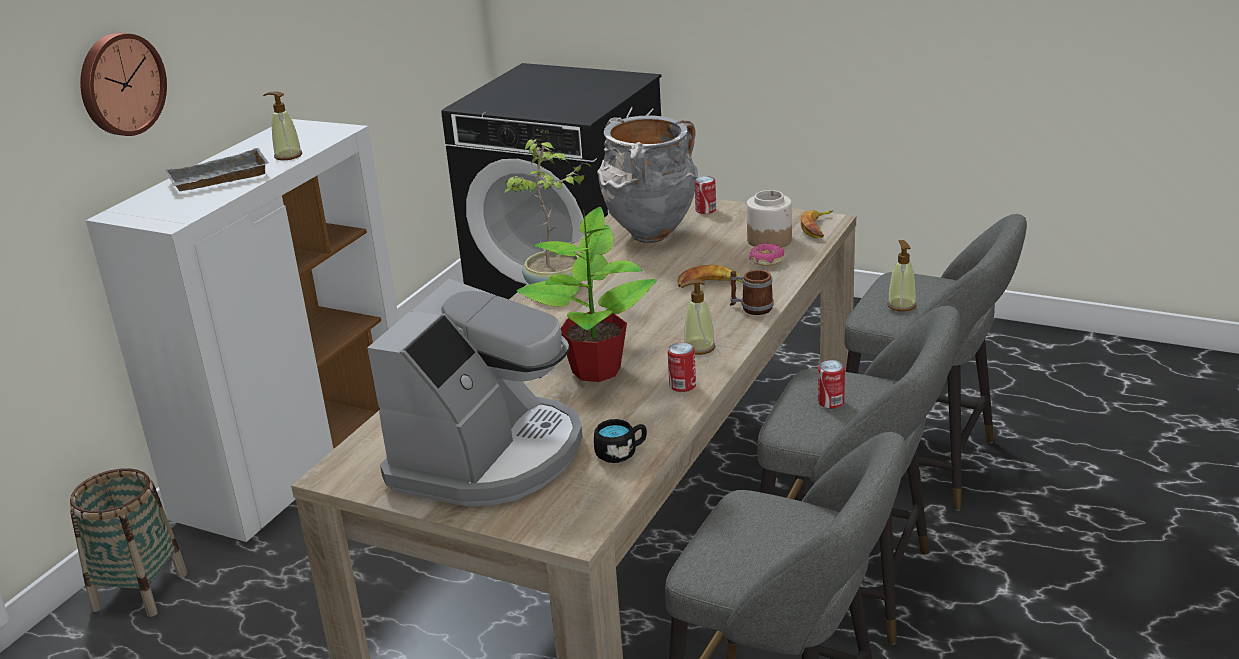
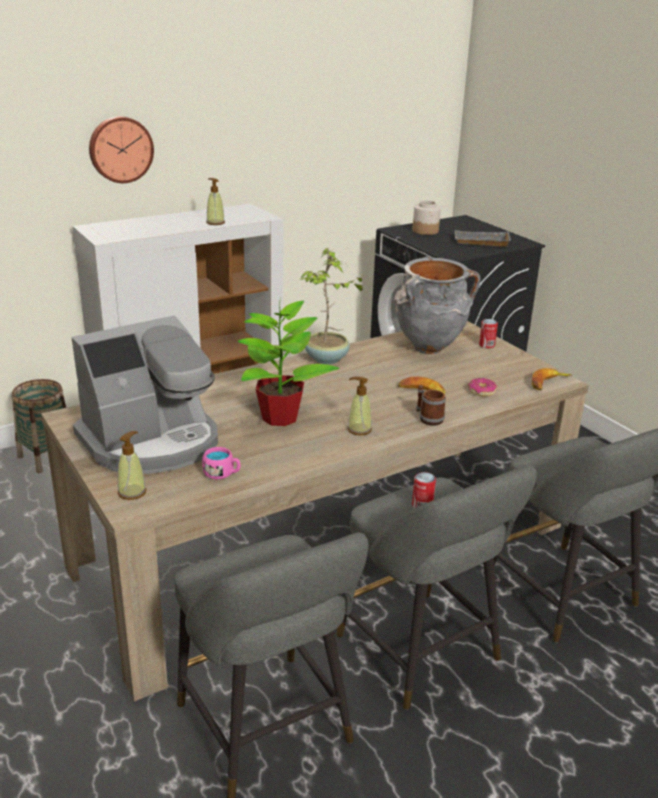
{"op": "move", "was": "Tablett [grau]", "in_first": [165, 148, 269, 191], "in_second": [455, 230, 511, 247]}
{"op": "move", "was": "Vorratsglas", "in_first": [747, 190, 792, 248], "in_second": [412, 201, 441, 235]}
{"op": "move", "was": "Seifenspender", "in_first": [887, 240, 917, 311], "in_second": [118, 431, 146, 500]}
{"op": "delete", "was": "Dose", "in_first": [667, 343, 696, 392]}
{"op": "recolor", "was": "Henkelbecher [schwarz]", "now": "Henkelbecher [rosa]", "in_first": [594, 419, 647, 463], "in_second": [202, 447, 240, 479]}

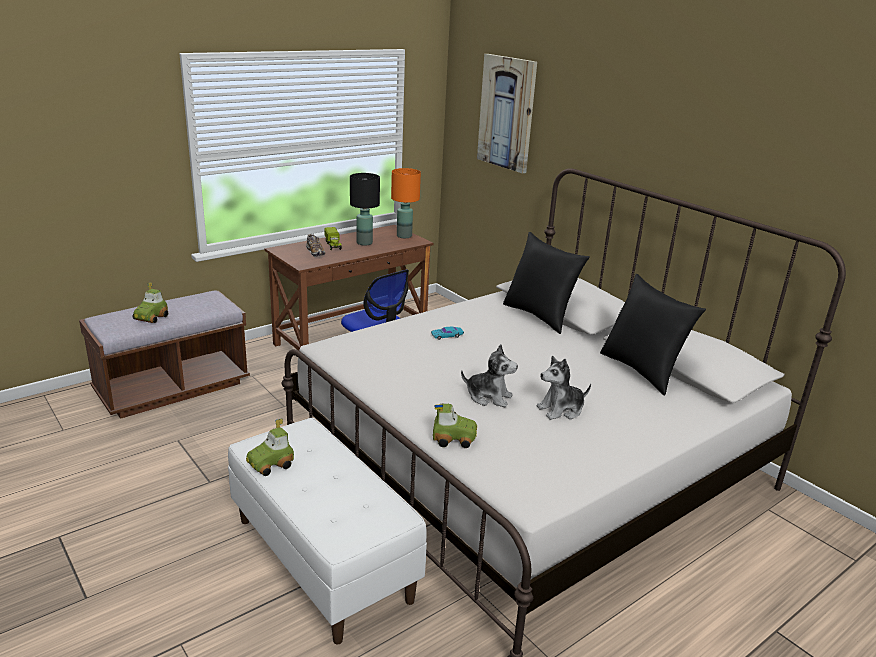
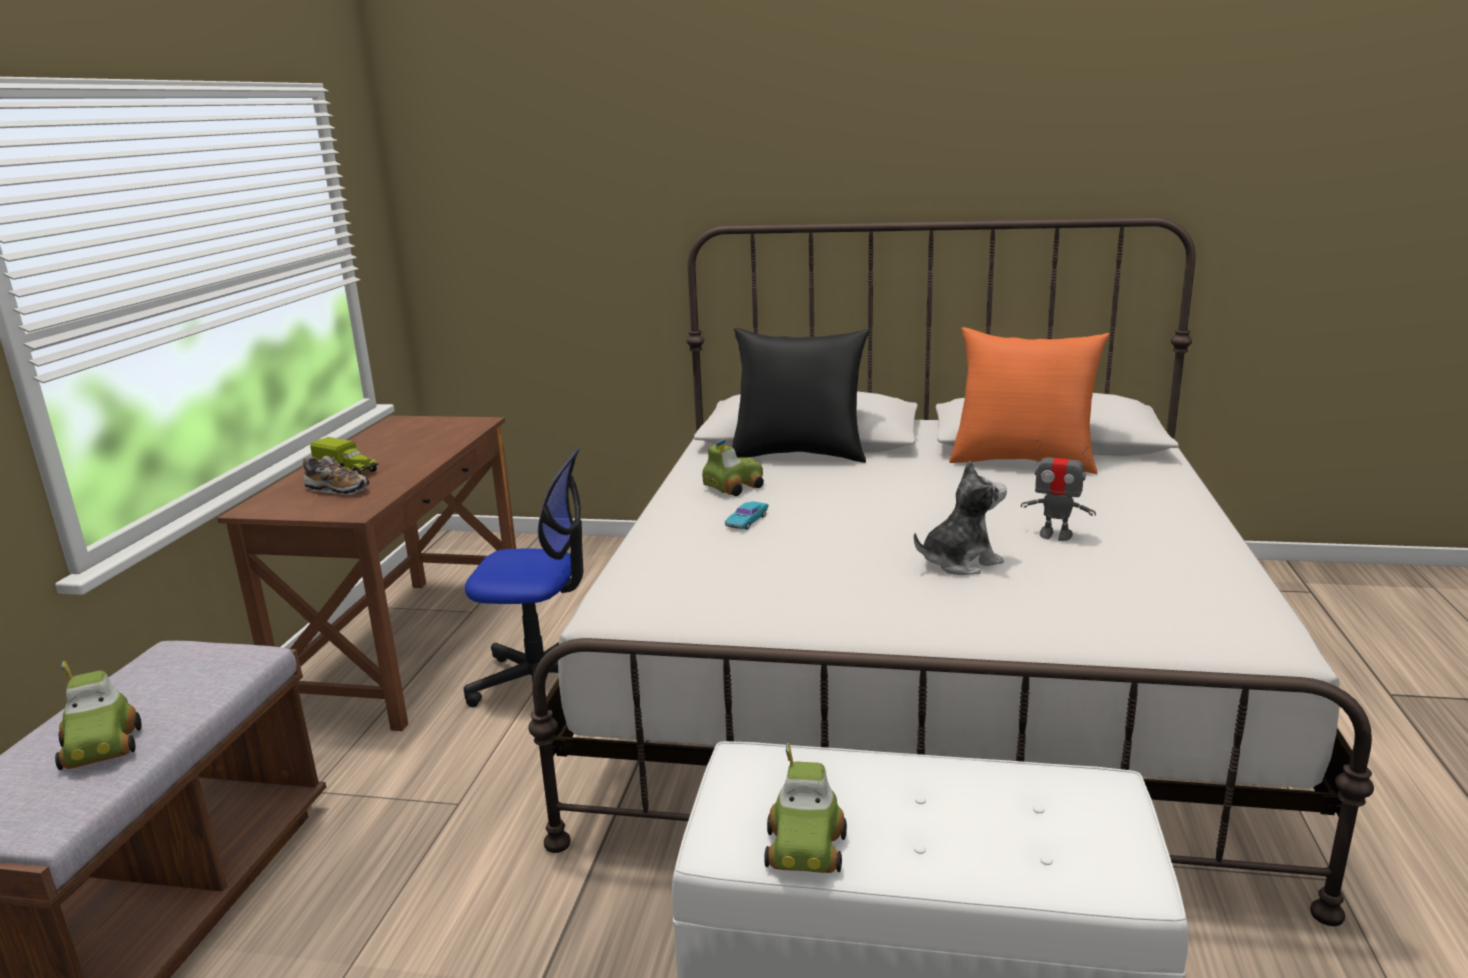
{"op": "delete", "was": "Bild", "in_first": [477, 54, 537, 174]}
{"op": "delete", "was": "Tischlampe [orange]", "in_first": [391, 168, 421, 238]}
{"op": "delete", "was": "Tischlampe [schwarz]", "in_first": [350, 173, 380, 245]}
{"op": "recolor", "was": "Kissen [schwarz]", "now": "Kissen [orange]", "in_first": [600, 274, 706, 395], "in_second": [949, 327, 1110, 474]}
{"op": "replace", "was": "Plüschtier", "now": "Spielzeugroboter", "in_first": [537, 356, 591, 420], "in_second": [1021, 439, 1096, 541]}
{"op": "move", "was": "Spielzeugauto", "in_first": [433, 404, 477, 448], "in_second": [702, 439, 764, 496]}

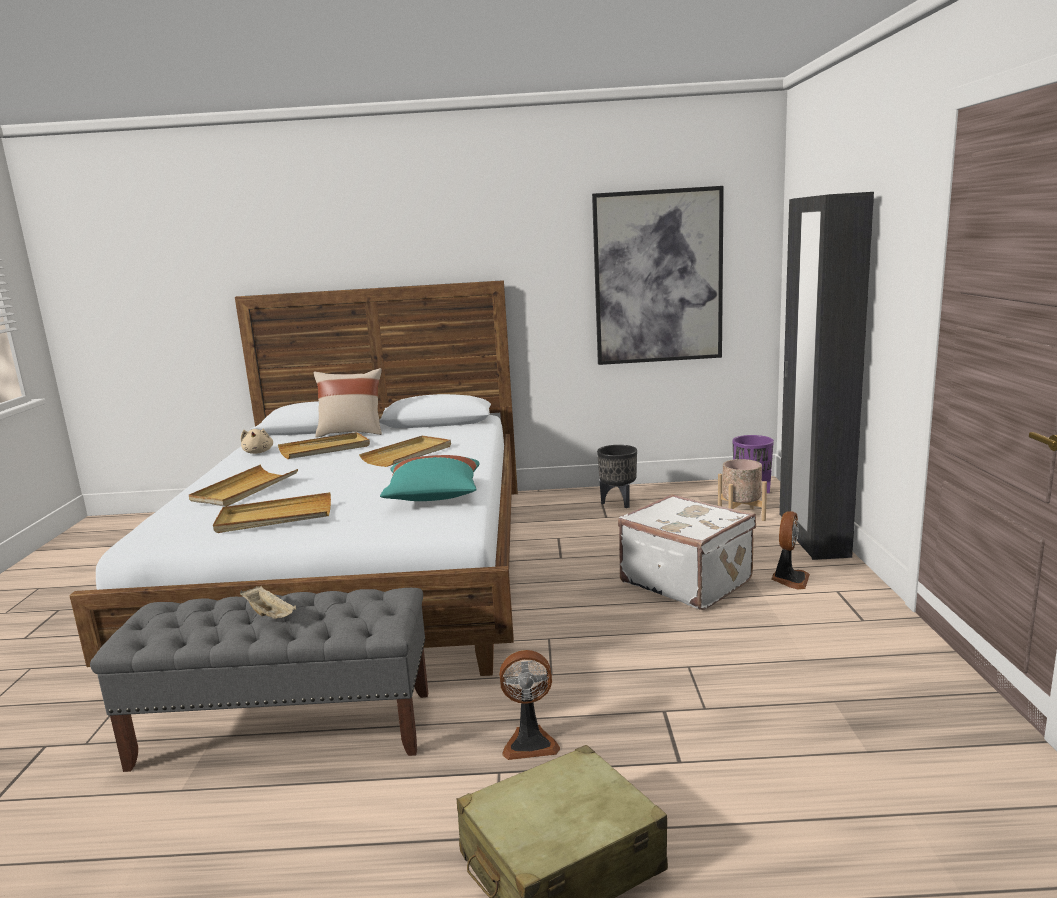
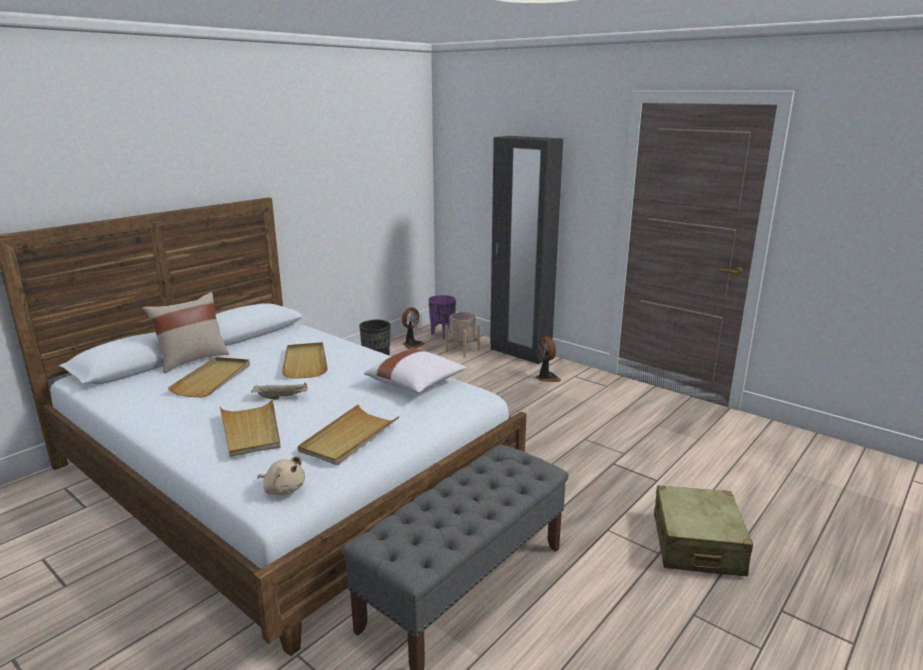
{"op": "delete", "was": "Bild", "in_first": [592, 186, 724, 365]}
{"op": "move", "was": "Plüschtier [beige]", "in_first": [241, 429, 273, 454], "in_second": [257, 456, 305, 495]}
{"op": "recolor", "was": "Kissen [türkis]", "now": "Kissen [weiß]", "in_first": [380, 455, 480, 501], "in_second": [364, 349, 467, 393]}
{"op": "delete", "was": "Koffer [weiß]", "in_first": [618, 494, 756, 610]}
{"op": "move", "was": "Tablett [beige]", "in_first": [240, 586, 296, 619], "in_second": [251, 382, 308, 399]}
{"op": "move", "was": "Ventilator", "in_first": [499, 650, 560, 760], "in_second": [402, 307, 425, 349]}

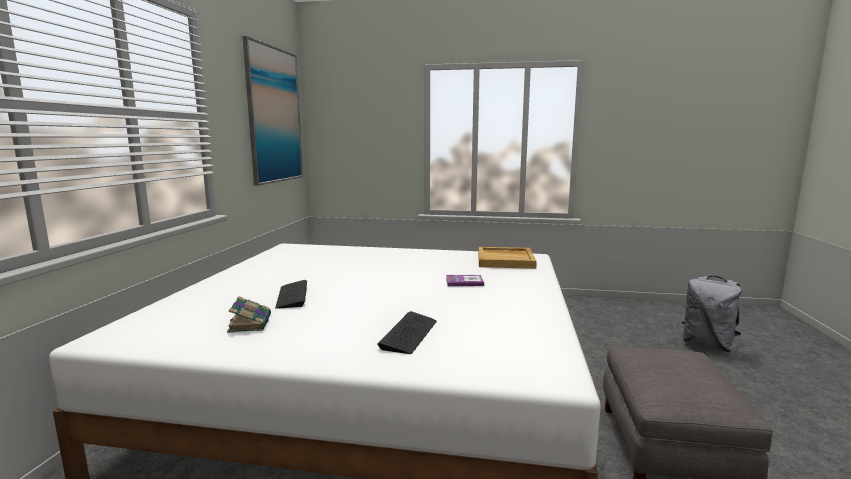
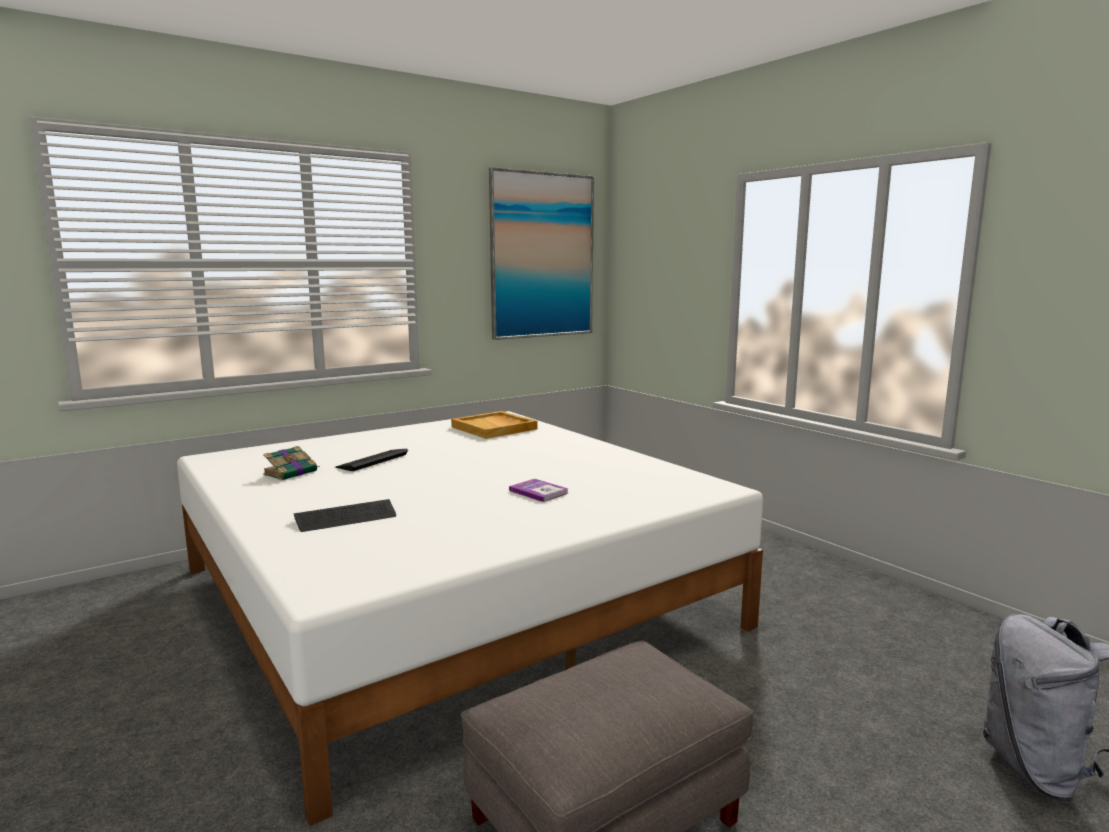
{"op": "move", "was": "Tablett [beige]", "in_first": [478, 247, 537, 269], "in_second": [451, 411, 538, 439]}

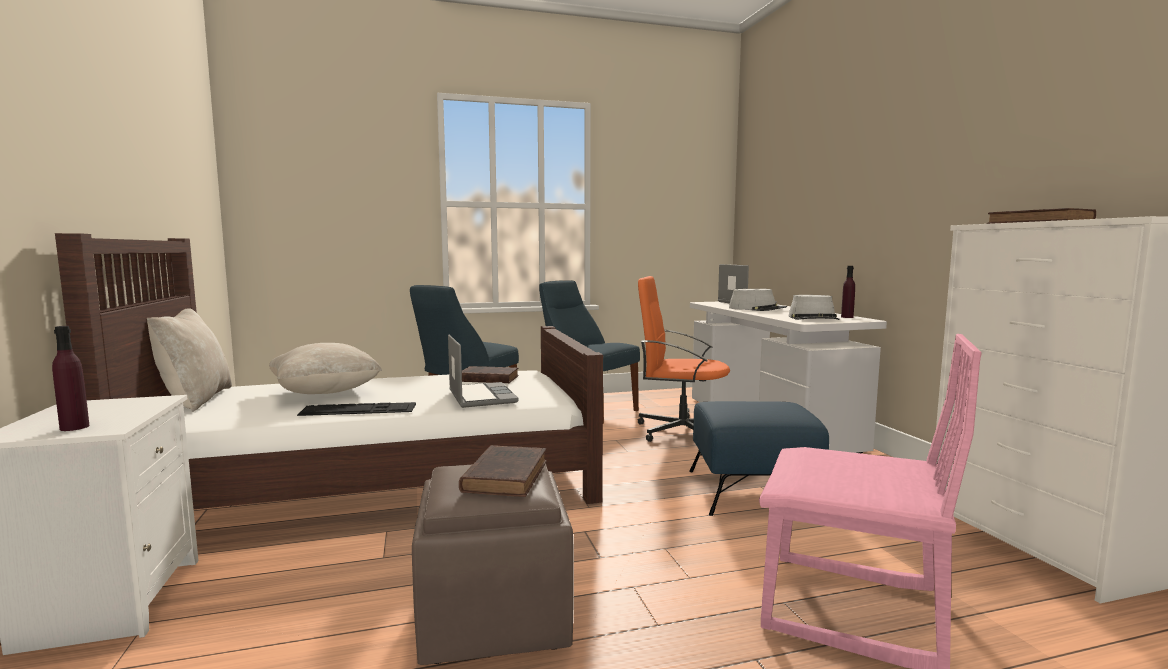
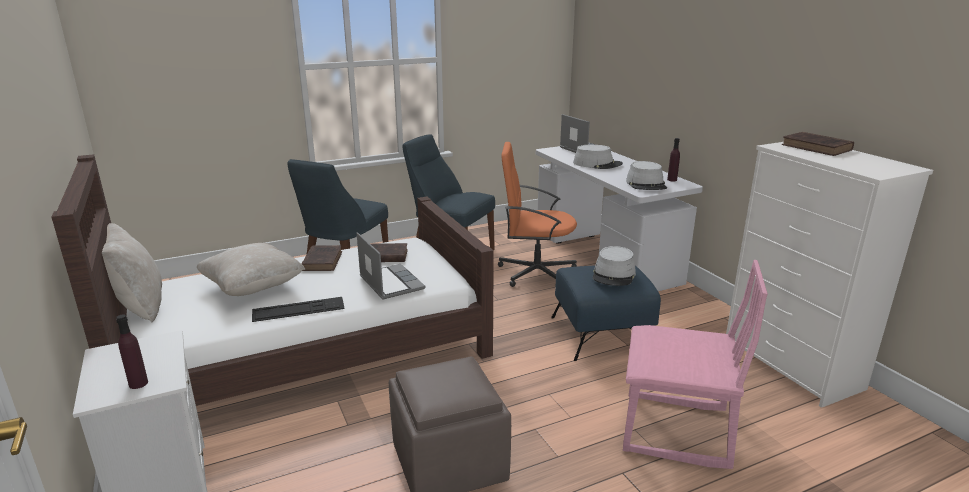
{"op": "move", "was": "Buch [braun]", "in_first": [459, 445, 547, 497], "in_second": [302, 245, 342, 271]}
{"op": "insert", "now": "Hut [grau]", "in_second": [593, 246, 636, 286]}

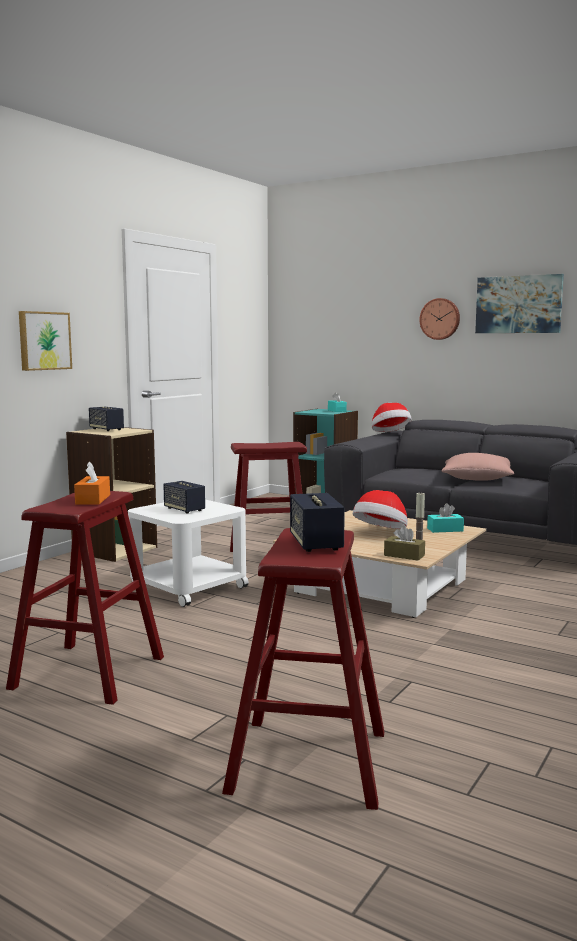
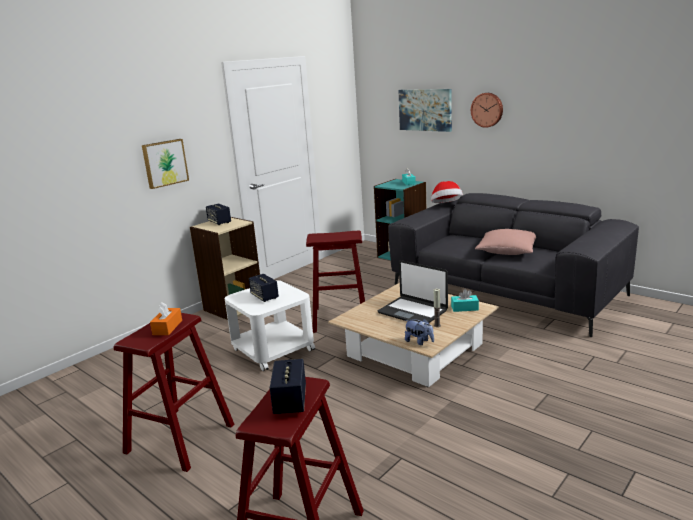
{"op": "move", "was": "Bild", "in_first": [475, 274, 564, 333], "in_second": [398, 89, 452, 132]}
{"op": "replace", "was": "Hut", "now": "Laptop", "in_first": [353, 490, 408, 529], "in_second": [378, 260, 448, 323]}
{"op": "replace", "was": "Taschentuchbox [braun]", "now": "Plüschtier", "in_first": [384, 526, 425, 560], "in_second": [405, 318, 434, 345]}

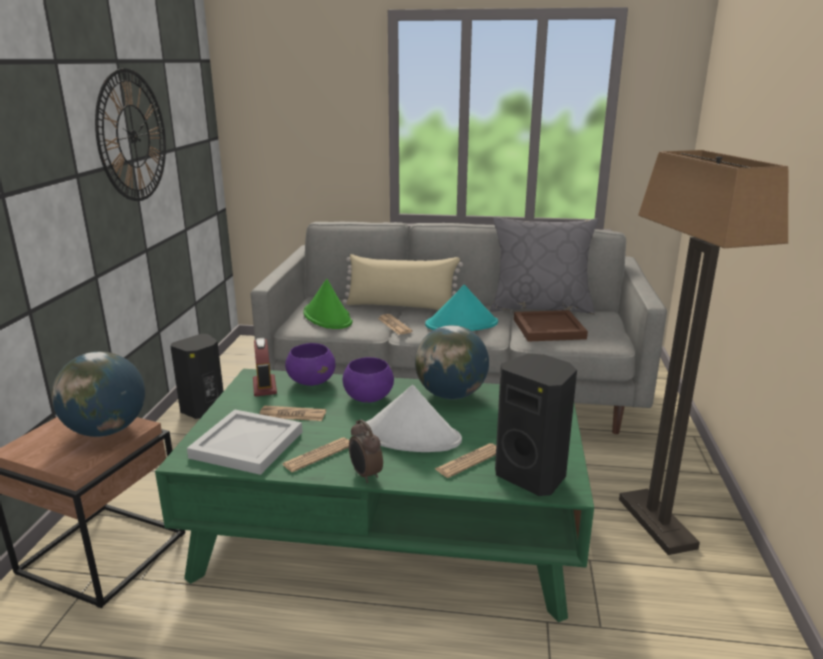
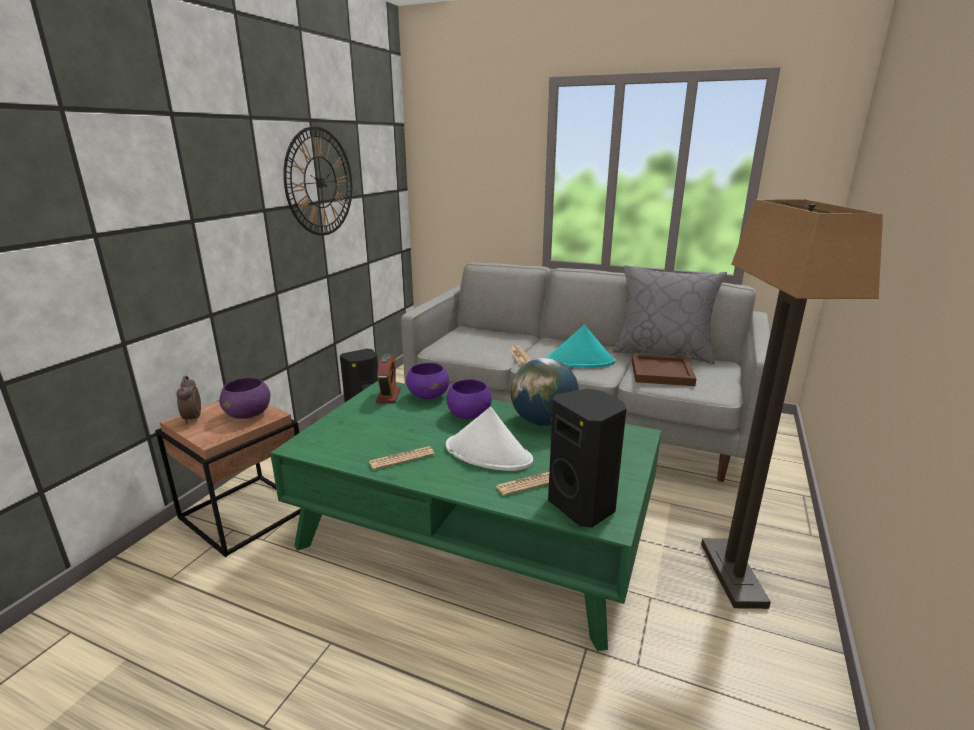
{"op": "delete", "was": "Kissen [beige]", "in_first": [343, 254, 463, 310]}
{"op": "delete", "was": "Hut [grün]", "in_first": [303, 279, 353, 329]}
{"op": "replace", "was": "Globus", "now": "Schüssel [lila]", "in_first": [51, 352, 145, 437], "in_second": [219, 377, 270, 419]}
{"op": "delete", "was": "Zeitung", "in_first": [259, 406, 326, 421]}
{"op": "delete", "was": "Tablett [weiß]", "in_first": [187, 409, 302, 475]}
{"op": "move", "was": "Wecker", "in_first": [349, 419, 383, 483], "in_second": [177, 376, 201, 424]}

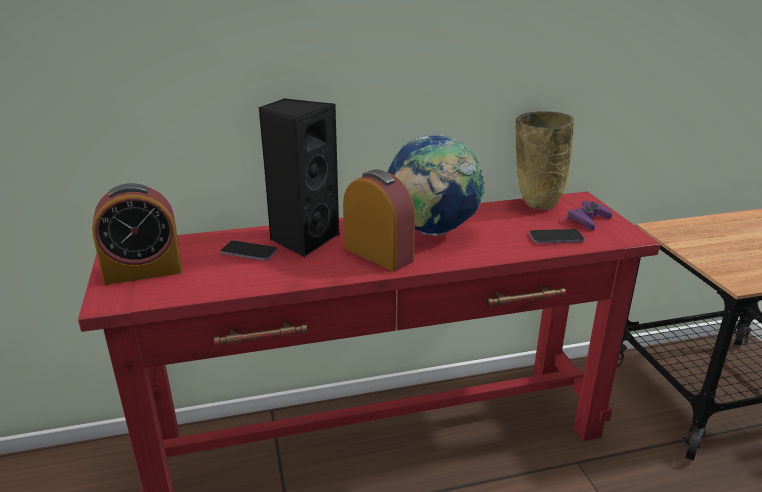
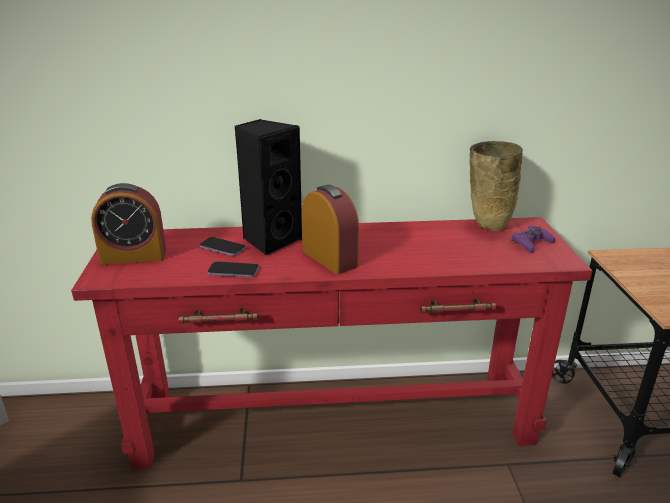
{"op": "delete", "was": "Globus", "in_first": [388, 134, 485, 236]}
{"op": "move", "was": "Handy", "in_first": [529, 229, 584, 243], "in_second": [207, 262, 259, 277]}

